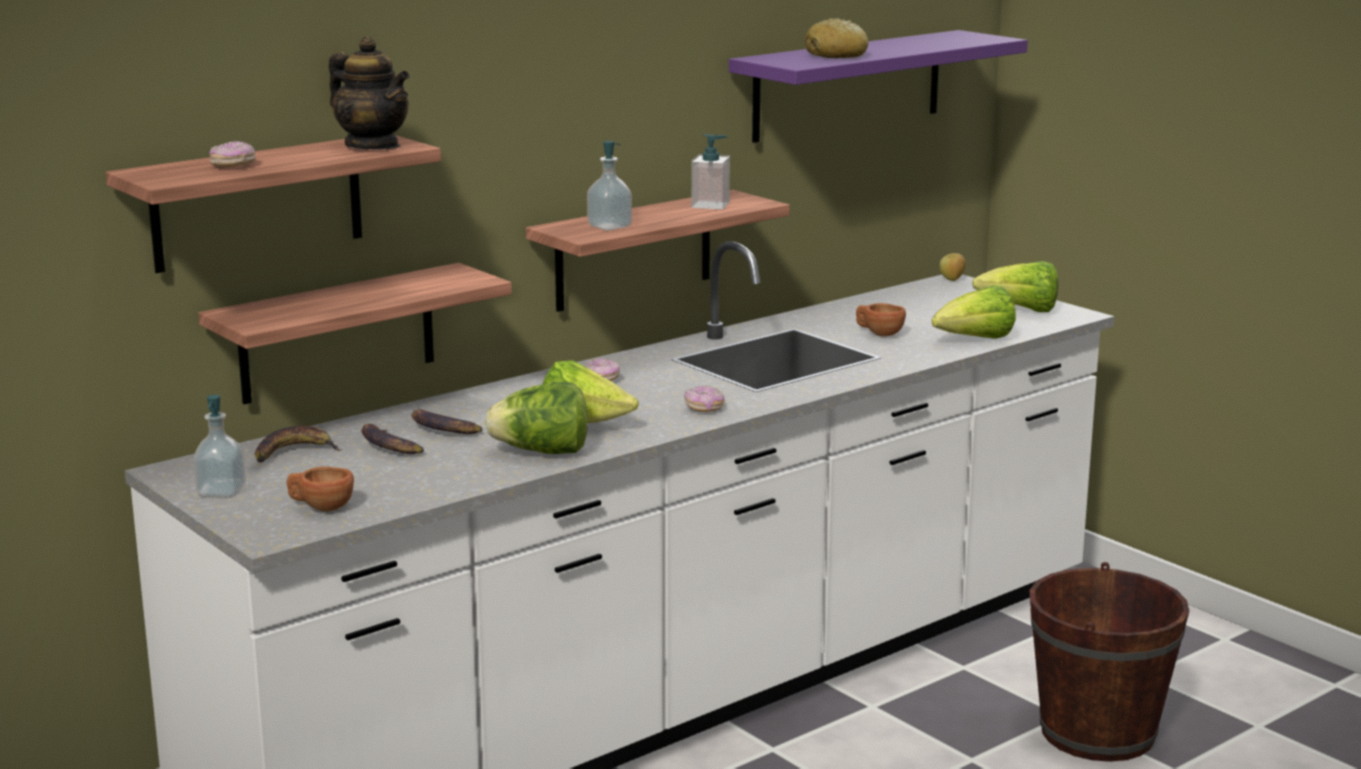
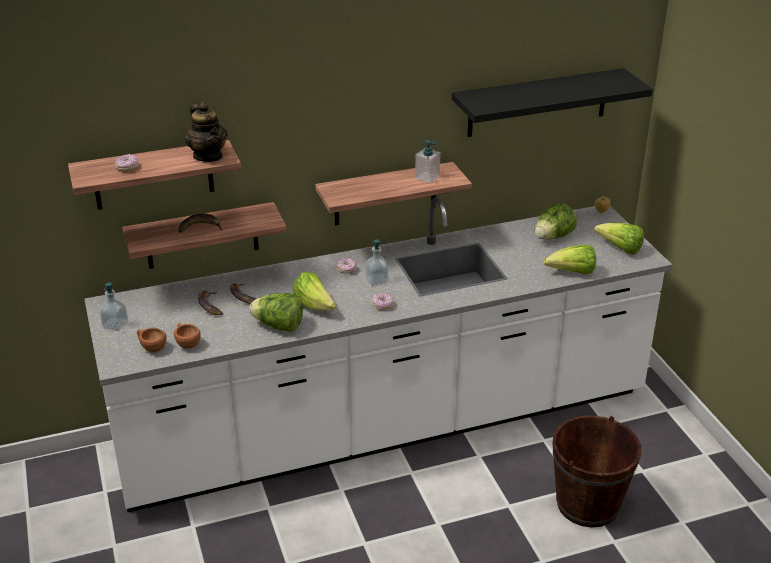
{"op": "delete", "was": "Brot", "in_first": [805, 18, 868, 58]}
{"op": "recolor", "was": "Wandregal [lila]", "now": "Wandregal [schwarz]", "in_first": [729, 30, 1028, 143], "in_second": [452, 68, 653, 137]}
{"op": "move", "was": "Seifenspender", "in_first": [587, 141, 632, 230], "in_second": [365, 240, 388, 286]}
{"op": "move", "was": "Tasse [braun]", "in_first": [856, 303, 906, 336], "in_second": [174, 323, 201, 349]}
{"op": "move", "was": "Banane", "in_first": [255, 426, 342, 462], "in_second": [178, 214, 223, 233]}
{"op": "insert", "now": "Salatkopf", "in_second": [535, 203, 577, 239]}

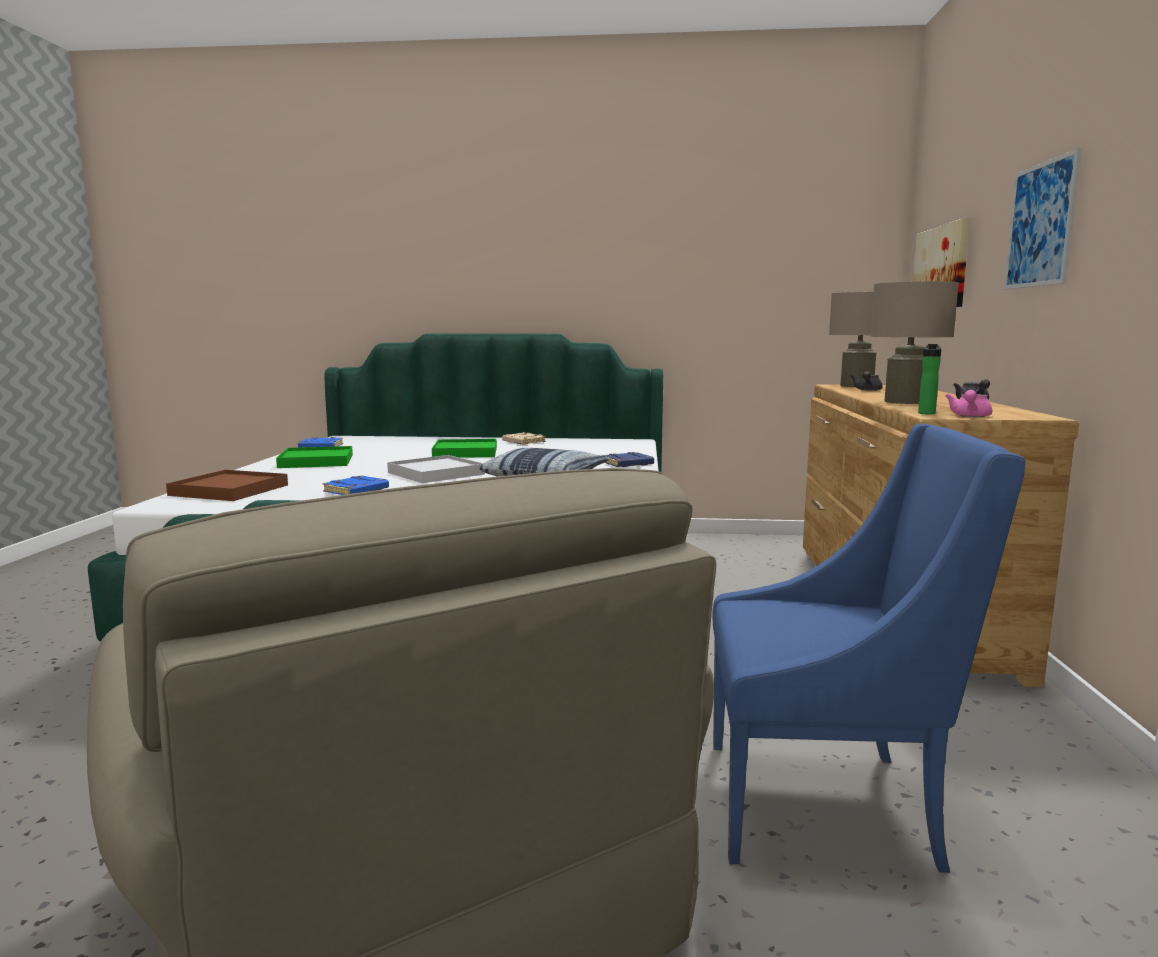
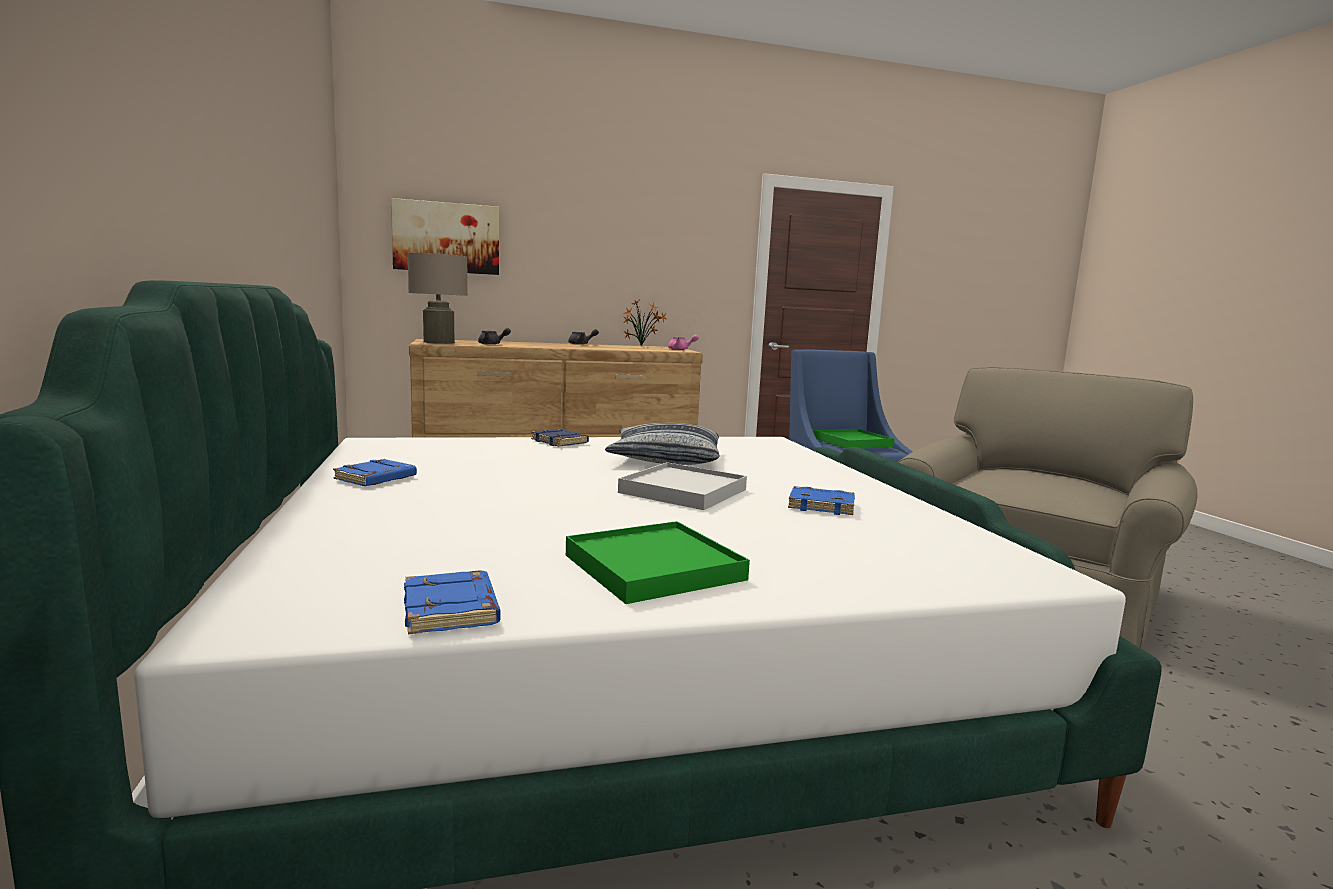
{"op": "delete", "was": "Bild", "in_first": [1004, 148, 1081, 289]}
{"op": "delete", "was": "Tischlampe [beige]", "in_first": [870, 281, 959, 404]}
{"op": "delete", "was": "Flasche", "in_first": [918, 344, 941, 414]}
{"op": "recolor", "was": "Buch [beige]", "now": "Buch [blau]", "in_first": [502, 432, 546, 445], "in_second": [333, 459, 417, 486]}
{"op": "move", "was": "Tablett [grün]", "in_first": [432, 439, 497, 458], "in_second": [814, 429, 895, 449]}
{"op": "delete", "was": "Tablett [braun]", "in_first": [166, 470, 288, 501]}
{"op": "insert", "now": "Topfpflanze", "in_second": [623, 300, 668, 346]}

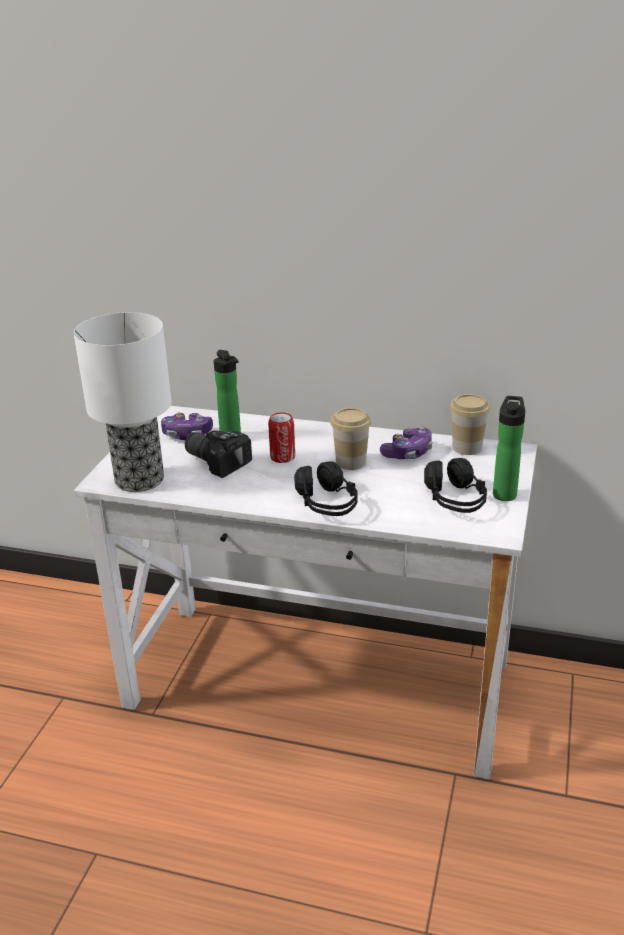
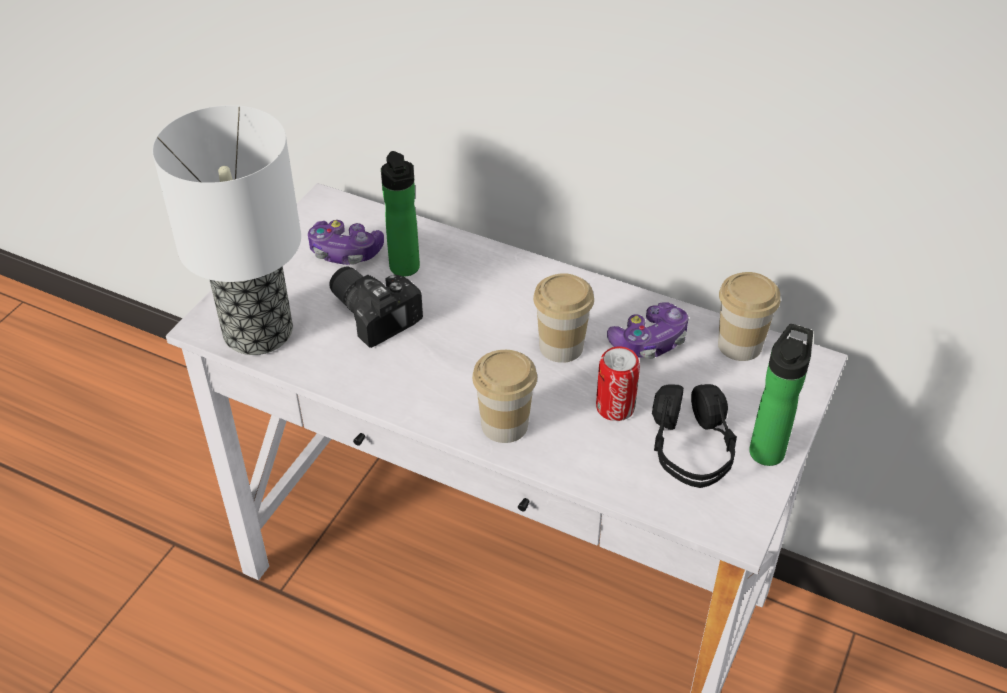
{"op": "move", "was": "Dose", "in_first": [268, 412, 295, 463], "in_second": [596, 346, 640, 421]}
{"op": "replace", "was": "Kopfhörer [schwarz]", "now": "Tasse", "in_first": [294, 461, 358, 516], "in_second": [472, 350, 537, 443]}

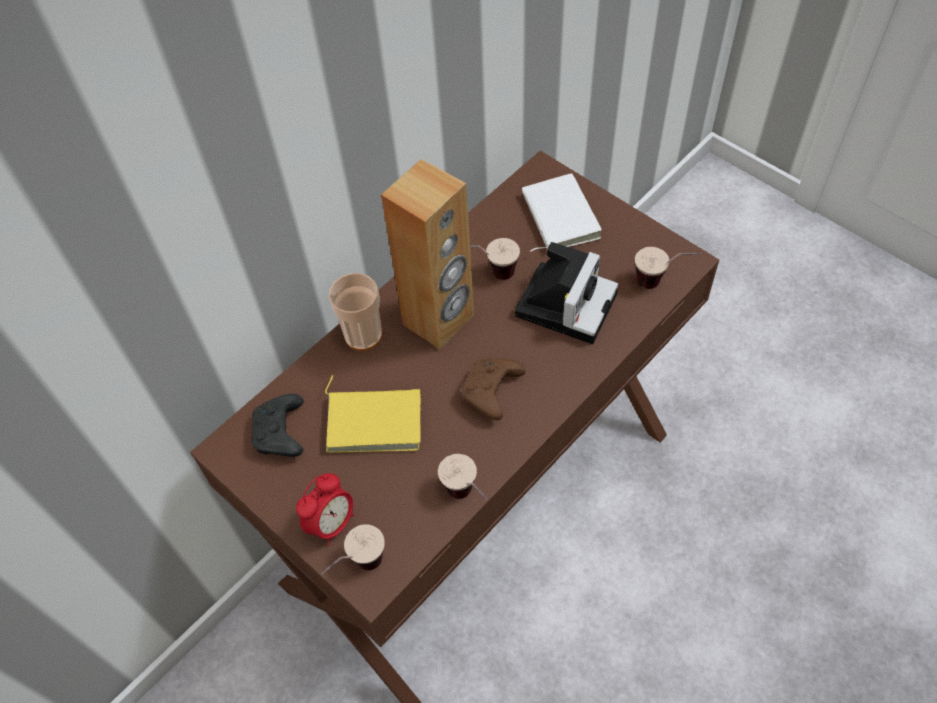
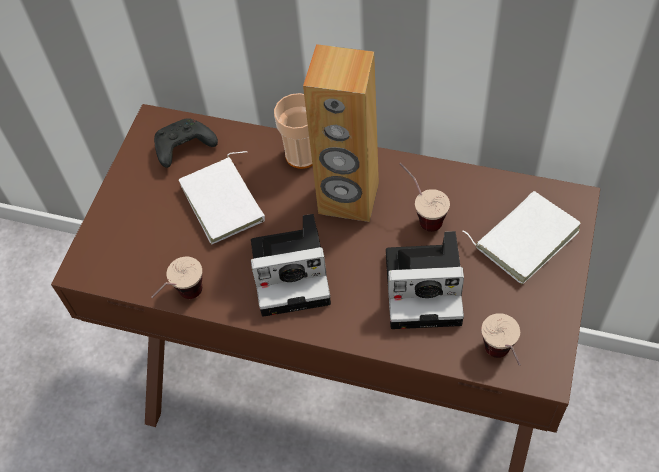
{"op": "replace", "was": "Gamepad [braun]", "now": "Kamera", "in_first": [461, 358, 525, 420], "in_second": [251, 214, 331, 317]}
{"op": "recolor", "was": "Buch [gelb]", "now": "Buch [weiß]", "in_first": [325, 375, 421, 452], "in_second": [179, 151, 265, 244]}
{"op": "delete", "was": "Wecker", "in_first": [296, 473, 355, 546]}
{"op": "delete", "was": "Tasse", "in_first": [321, 524, 385, 575]}

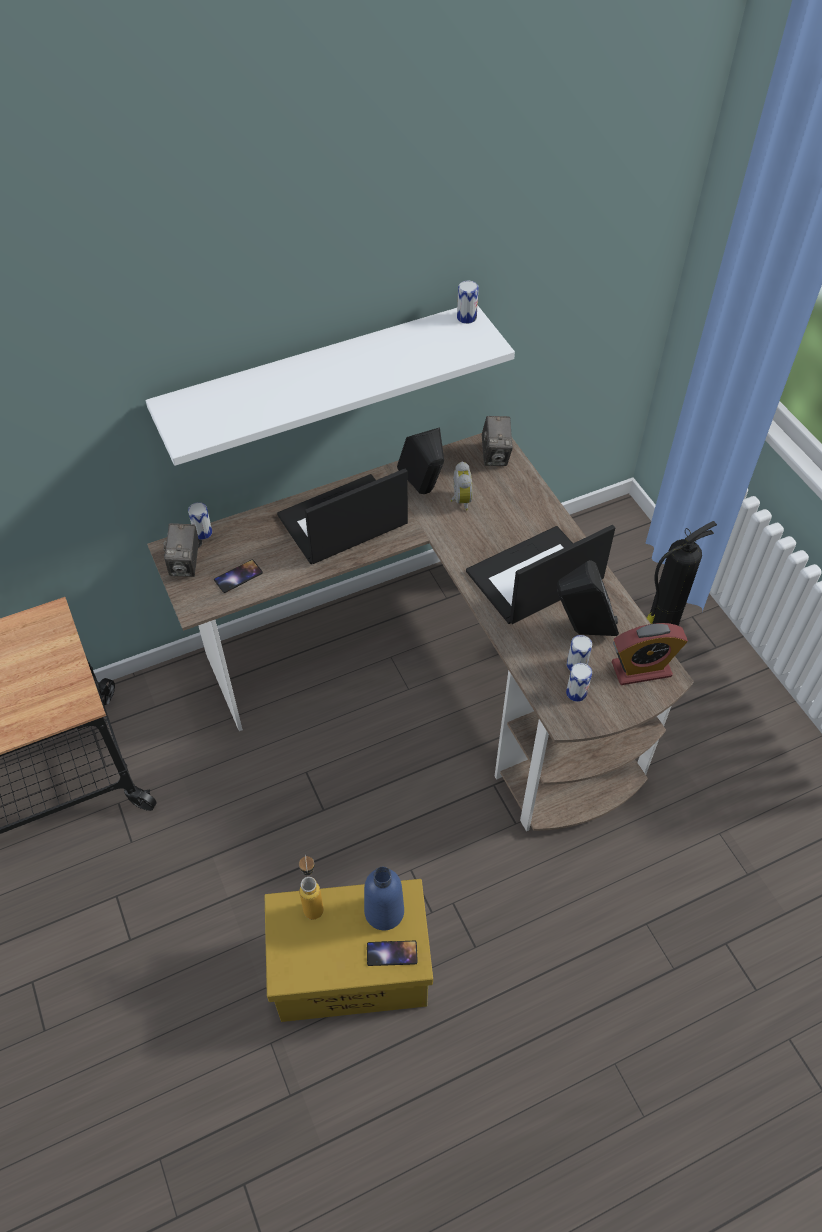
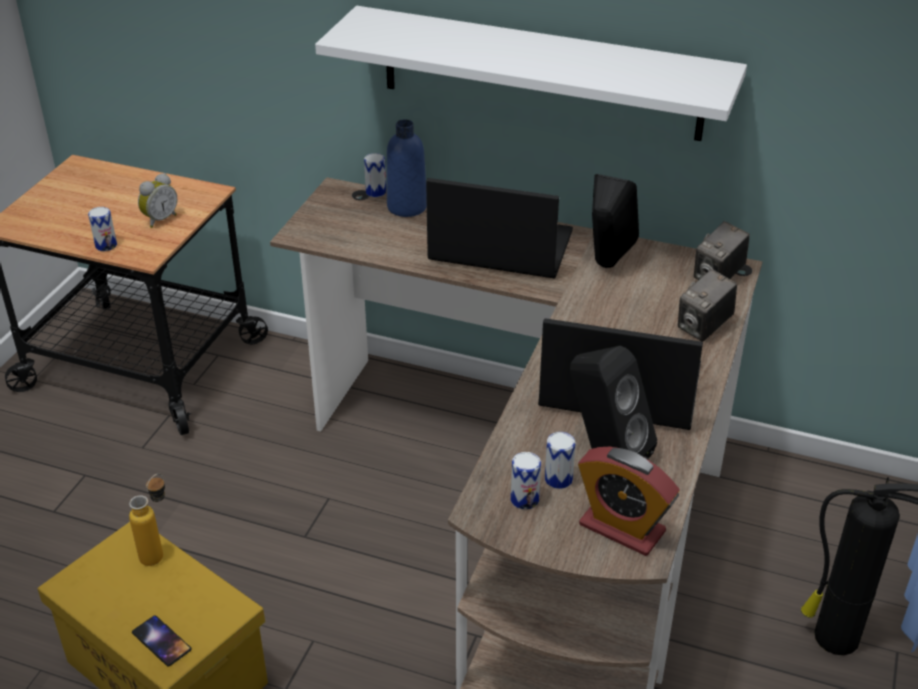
{"op": "move", "was": "Dose", "in_first": [457, 281, 479, 324], "in_second": [88, 207, 117, 251]}
{"op": "move", "was": "Wecker", "in_first": [450, 461, 472, 511], "in_second": [138, 173, 177, 228]}
{"op": "move", "was": "Kamera", "in_first": [164, 523, 199, 577], "in_second": [678, 269, 737, 342]}
{"op": "delete", "was": "Handy", "in_first": [214, 560, 263, 593]}
{"op": "move", "was": "Flasche [blau]", "in_first": [364, 867, 404, 930], "in_second": [387, 119, 427, 217]}

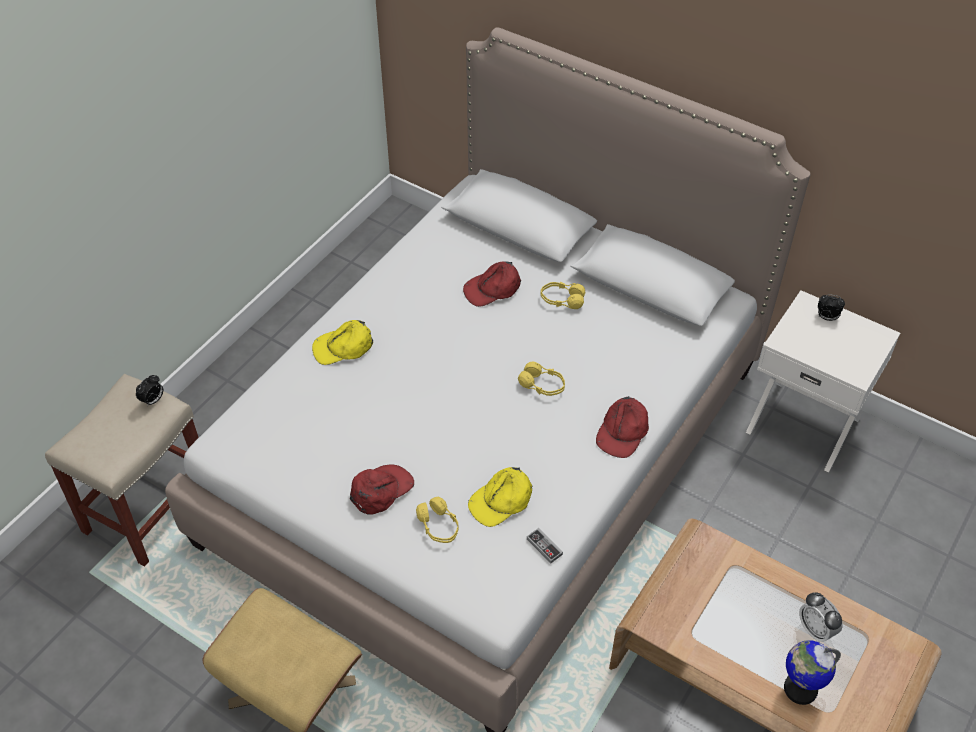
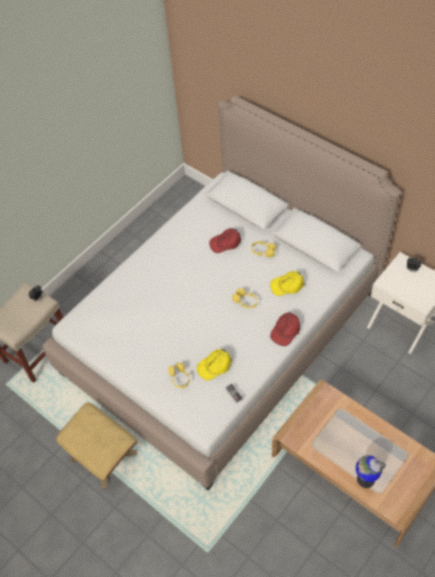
{"op": "move", "was": "Kappe [gelb]", "in_first": [312, 320, 373, 365], "in_second": [270, 271, 305, 296]}
{"op": "delete", "was": "Kappe [rot]", "in_first": [350, 464, 414, 515]}
{"op": "delete", "was": "Wecker", "in_first": [799, 592, 843, 642]}

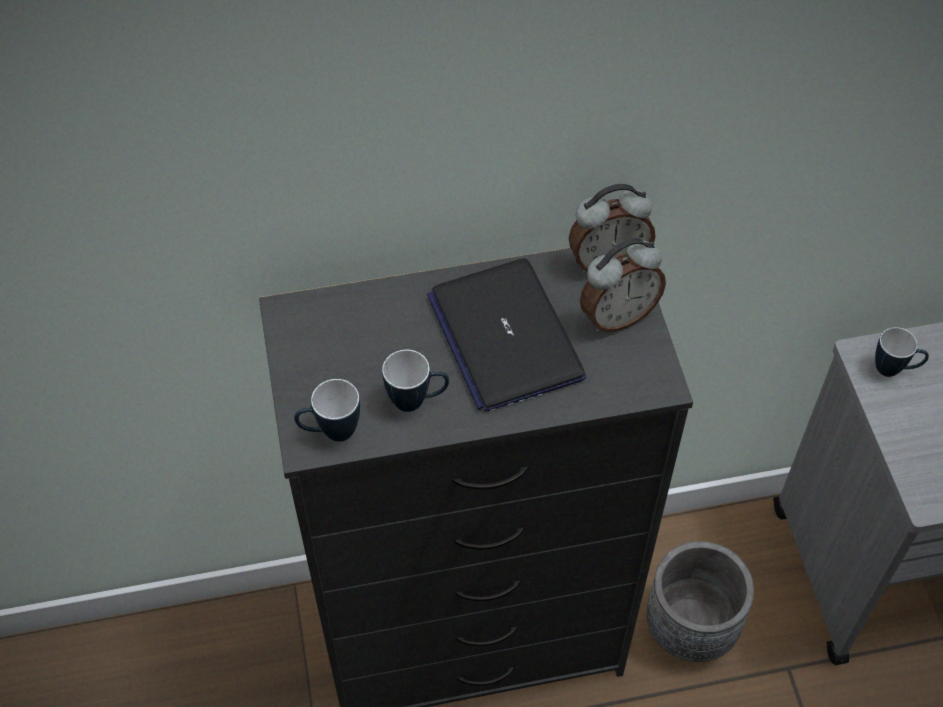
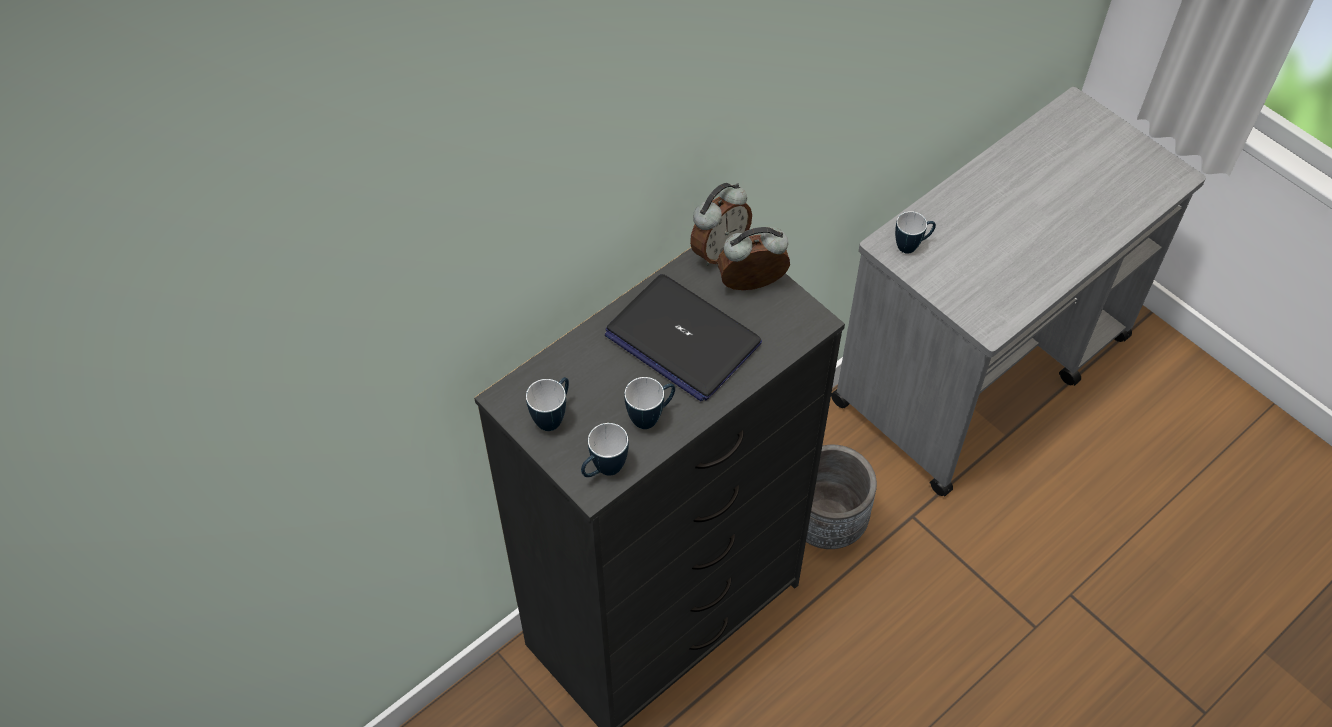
{"op": "rotate", "was": "Wecker", "in_first": [580, 238, 666, 332], "in_second": [717, 227, 790, 290], "clockwise": -135}
{"op": "insert", "now": "Henkelbecher", "in_second": [526, 377, 569, 431]}

